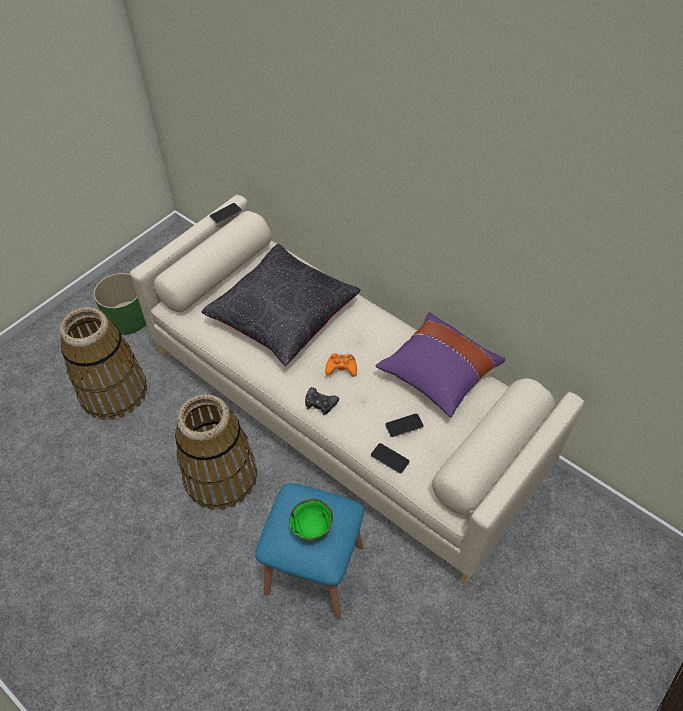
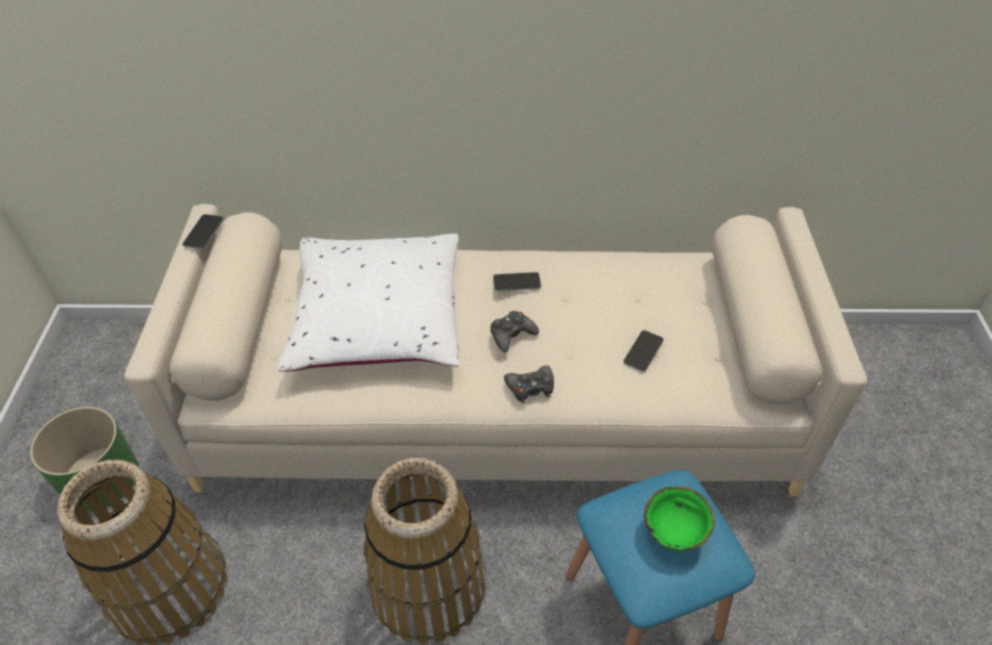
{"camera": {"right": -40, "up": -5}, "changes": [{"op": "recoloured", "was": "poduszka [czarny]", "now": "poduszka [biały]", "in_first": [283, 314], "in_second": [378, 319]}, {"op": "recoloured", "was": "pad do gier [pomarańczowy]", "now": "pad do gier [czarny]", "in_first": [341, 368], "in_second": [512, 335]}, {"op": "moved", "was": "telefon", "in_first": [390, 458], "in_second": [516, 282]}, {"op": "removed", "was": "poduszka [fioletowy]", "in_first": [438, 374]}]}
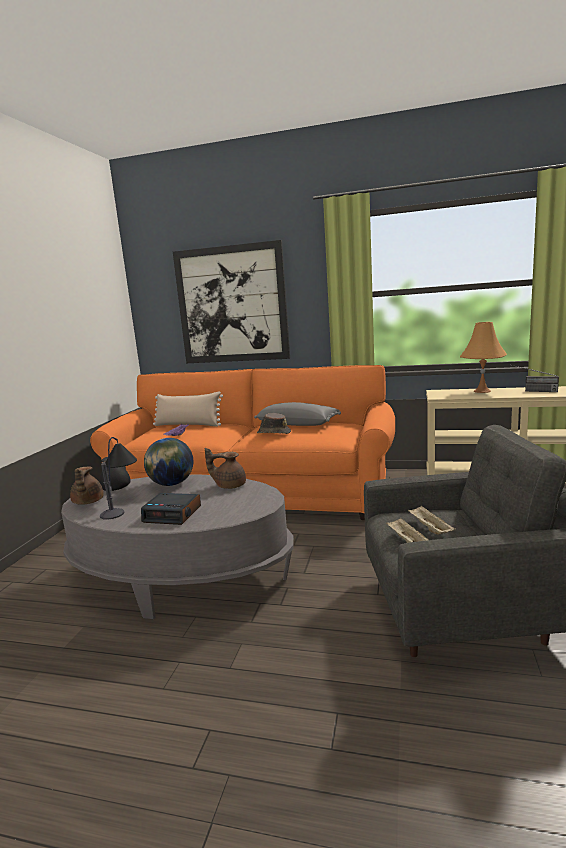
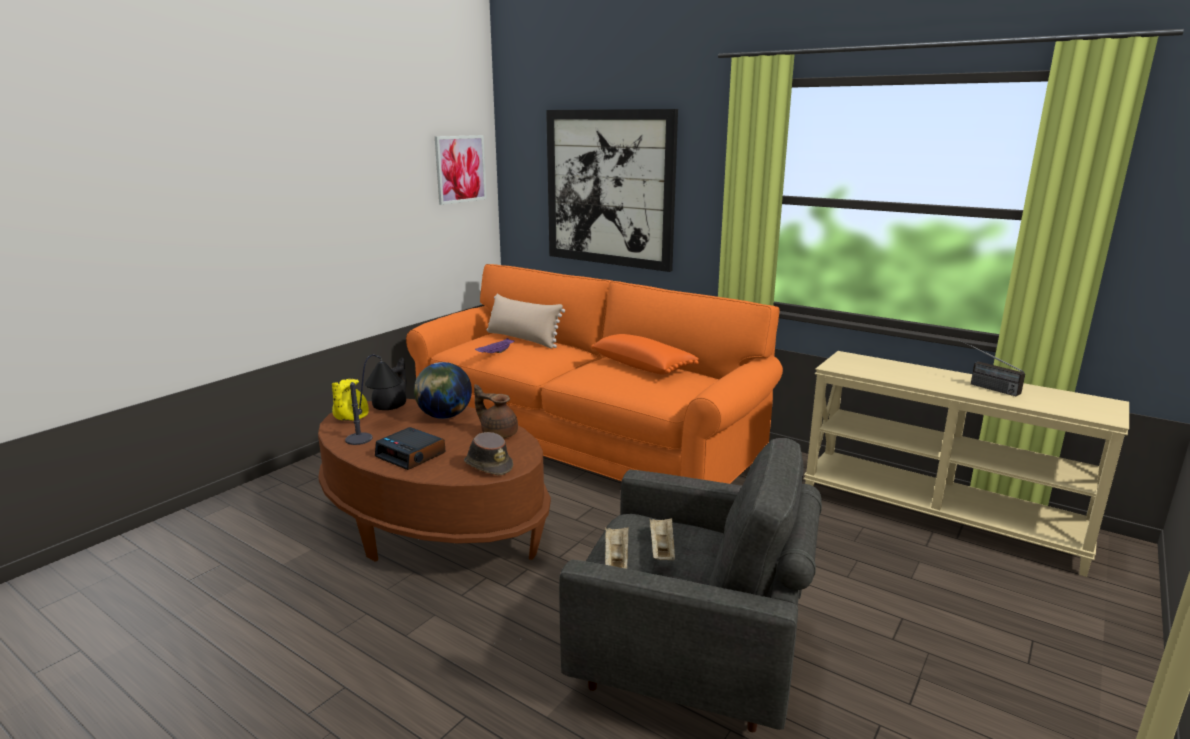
{"camera": {"right": 20, "up": 5}, "changes": [{"op": "recoloured", "was": "ława [szary]", "now": "ława [brązowy]", "in_first": [181, 576], "in_second": [433, 523]}, {"op": "recoloured", "was": "imbryk [brązowy]", "now": "imbryk [żółty]", "in_first": [87, 502], "in_second": [350, 418]}, {"op": "recoloured", "was": "poduszka [szary]", "now": "poduszka [pomarańczowy]", "in_first": [298, 424], "in_second": [643, 366]}, {"op": "moved", "was": "kapelusz [brązowy]", "in_first": [273, 433], "in_second": [488, 465]}, {"op": "removed", "was": "lampa stołowa [pomarańczowy]", "in_first": [482, 391]}, {"op": "added", "now": "obraz", "in_second": [460, 169]}]}
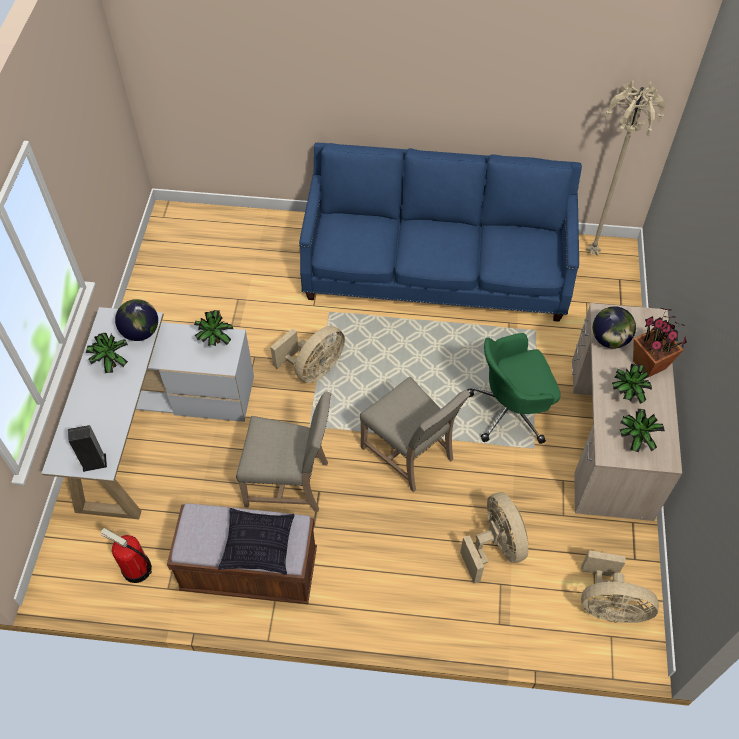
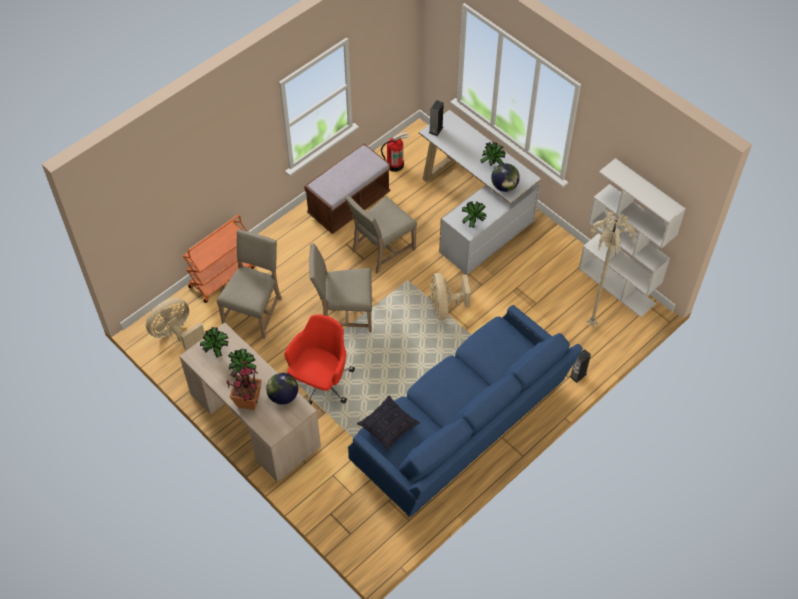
{"camera": {"right": 130, "up": 0}, "changes": [{"op": "moved", "was": "poduszka", "in_first": [258, 546], "in_second": [388, 427]}, {"op": "replaced", "was": "wentylator [beżowy]", "now": "krzesło [beżowy]", "in_first": [495, 547], "in_second": [254, 310]}, {"op": "recoloured", "was": "krzesło biurowe [zielony]", "now": "krzesło biurowe [czerwony]", "in_first": [511, 410], "in_second": [320, 383]}, {"op": "moved", "was": "lampa stojąca [beżowy]", "in_first": [593, 253], "in_second": [590, 324]}, {"op": "added", "now": "wózek [pomarańczowy]", "in_second": [222, 276]}, {"op": "added", "now": "głośnik", "in_second": [578, 375]}, {"op": "added", "now": "regał [biały]", "in_second": [617, 286]}]}
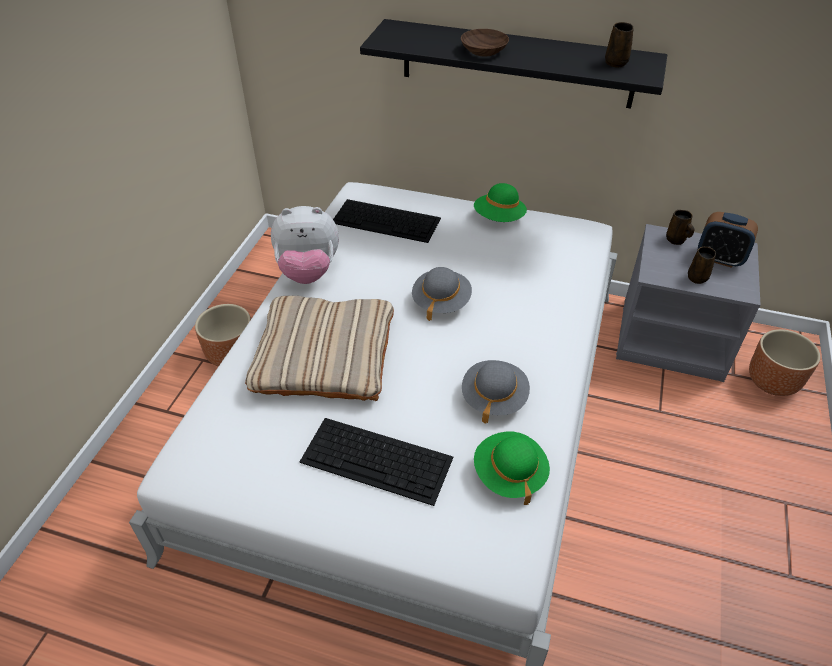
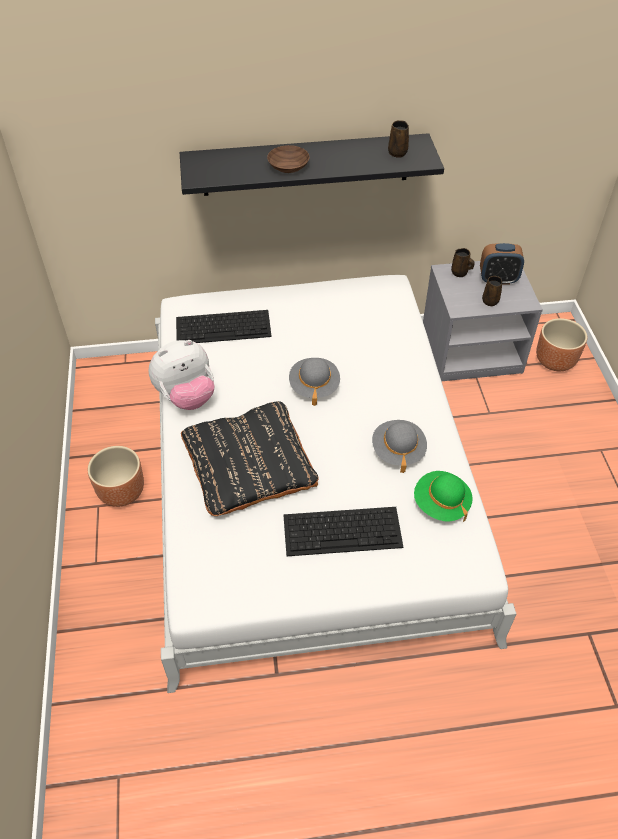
{"camera": {"right": -25, "up": 5}, "changes": [{"op": "recoloured", "was": "poduszka [beżowy]", "now": "poduszka [czarny]", "in_first": [324, 355], "in_second": [249, 464]}, {"op": "removed", "was": "kapelusz [zielony]", "in_first": [499, 218]}]}
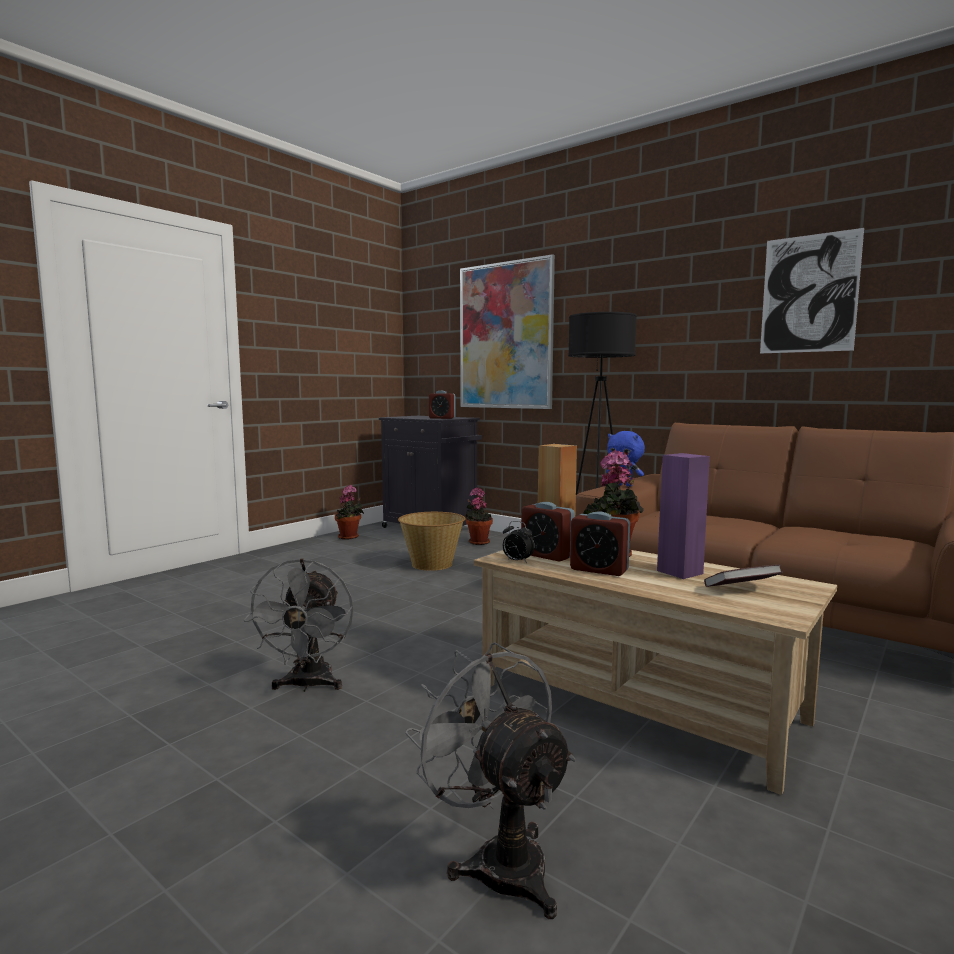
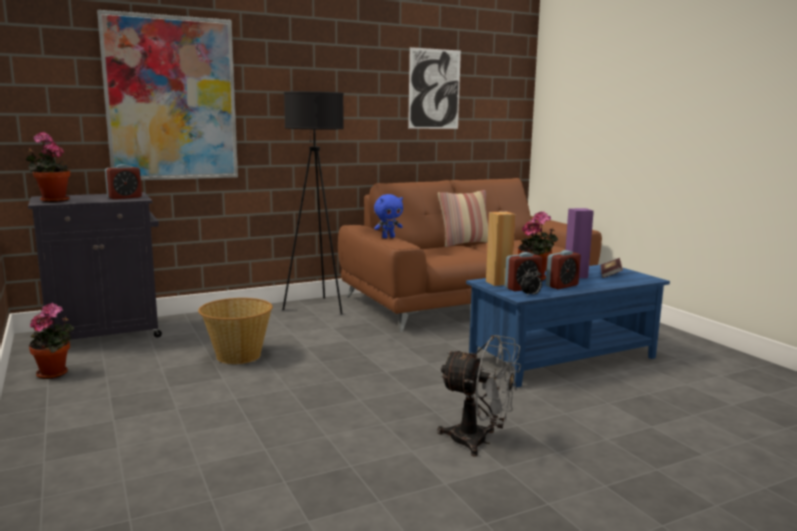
{"camera": {"right": -65, "up": 5}, "changes": [{"op": "removed", "was": "wentylator [szary]", "in_first": [499, 859]}, {"op": "moved", "was": "roślina doniczkowa", "in_first": [478, 542], "in_second": [52, 200]}, {"op": "recoloured", "was": "ława [beżowy]", "now": "ława [niebieski]", "in_first": [639, 702], "in_second": [562, 358]}, {"op": "added", "now": "poduszka", "in_second": [465, 243]}]}
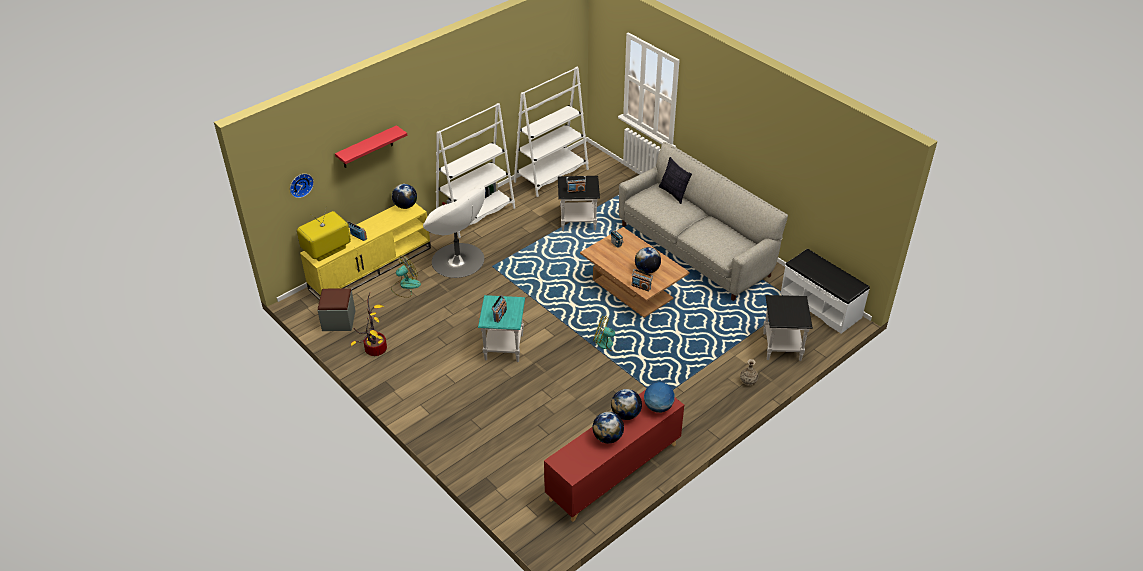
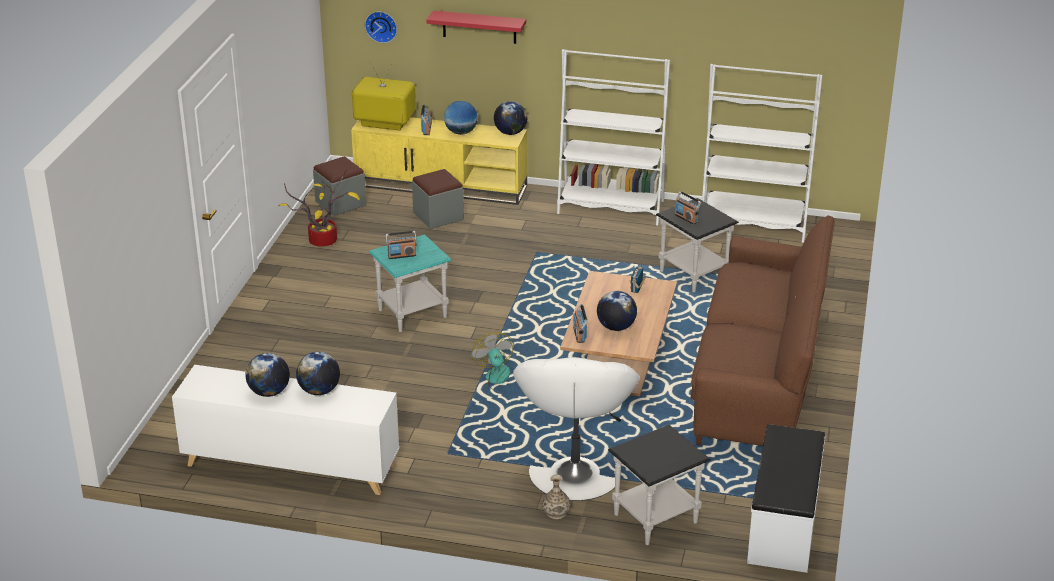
{"camera": {"right": 55, "up": -10}, "changes": [{"op": "replaced", "was": "wentylator", "now": "pufa [szary]", "in_first": [405, 286], "in_second": [438, 216]}, {"op": "moved", "was": "fotel [biały]", "in_first": [458, 260], "in_second": [574, 473]}, {"op": "recoloured", "was": "szafka [czerwony]", "now": "szafka [biały]", "in_first": [613, 472], "in_second": [290, 465]}, {"op": "recoloured", "was": "kanapa [szary]", "now": "kanapa [brązowy]", "in_first": [695, 250], "in_second": [758, 378]}, {"op": "moved", "was": "globus", "in_first": [658, 407], "in_second": [461, 132]}, {"op": "removed", "was": "poduszka", "in_first": [673, 193]}]}
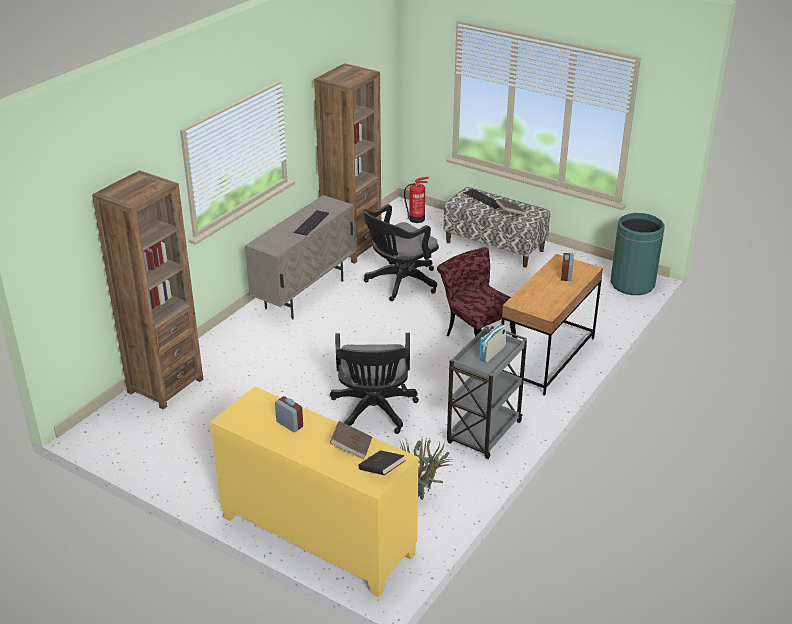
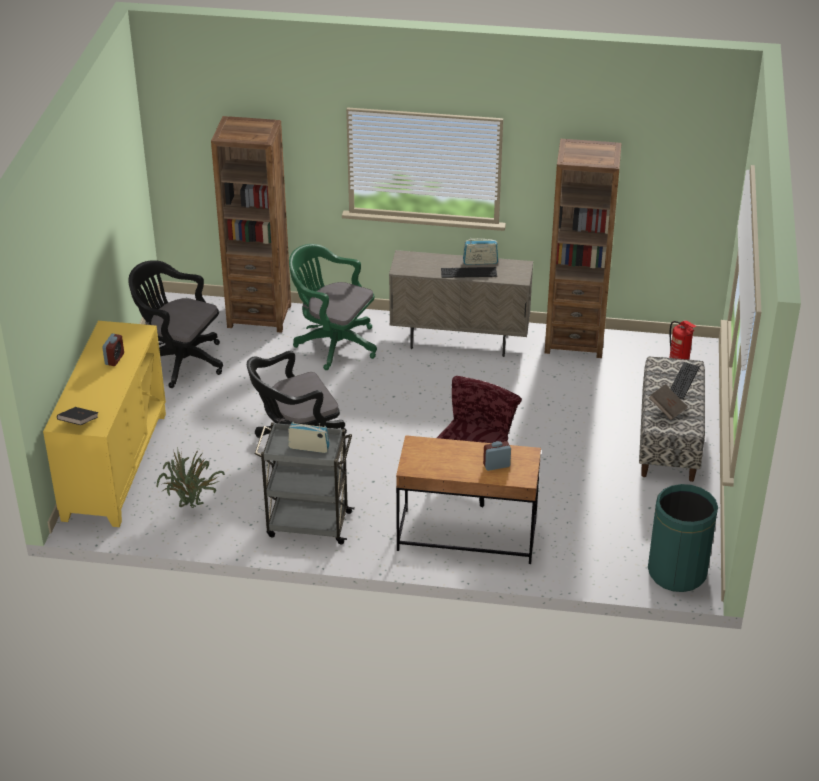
{"camera": {"right": 65, "up": 5}, "changes": [{"op": "removed", "was": "książka [brązowy]", "in_first": [351, 447]}, {"op": "moved", "was": "krzesło biurowe [czarny]", "in_first": [399, 283], "in_second": [179, 360]}, {"op": "added", "now": "krzesło biurowe [zielony]", "in_second": [333, 343]}, {"op": "added", "now": "radio", "in_second": [480, 262]}]}
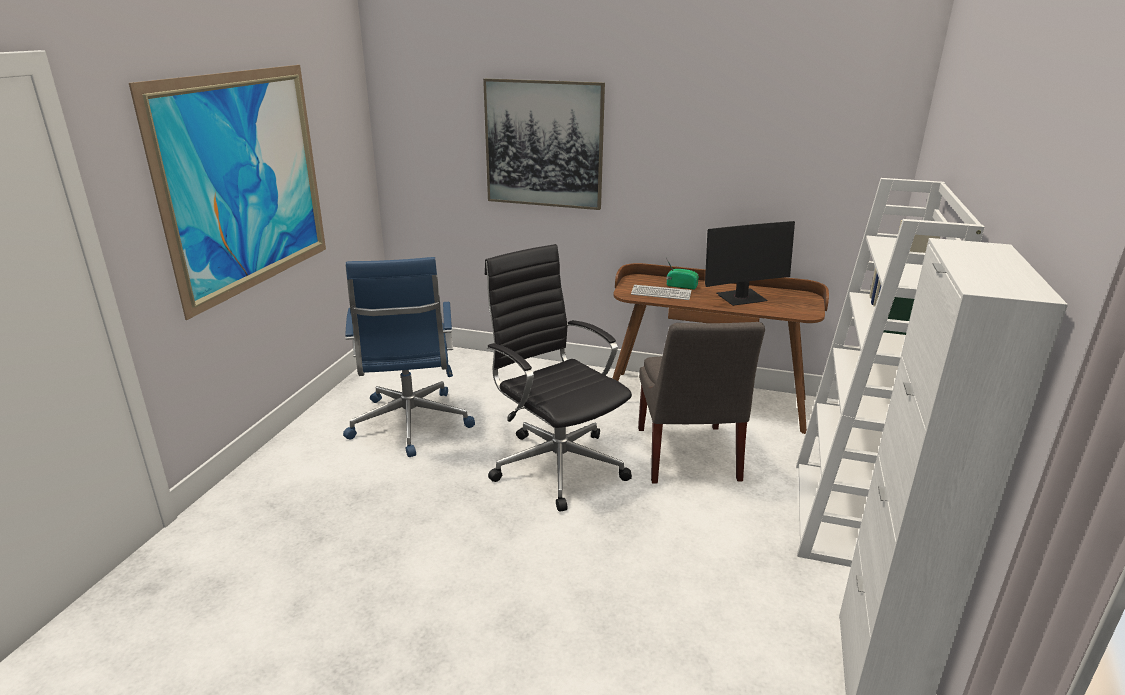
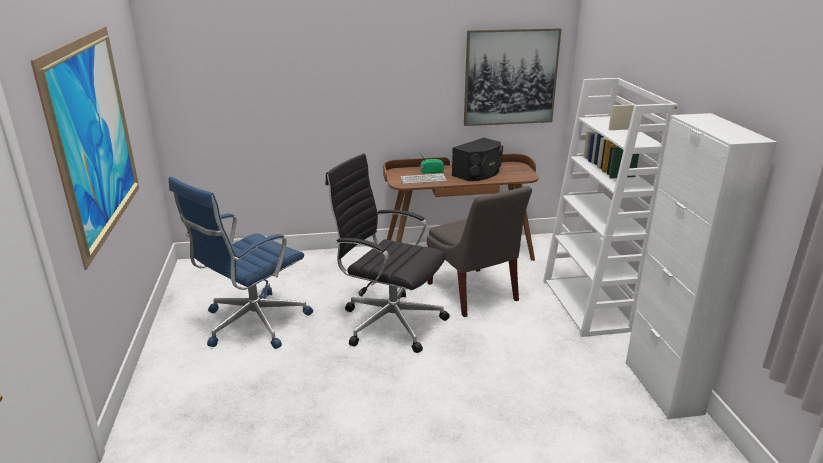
{"camera": {"right": -25, "up": 0}, "changes": [{"op": "turned", "was": "krzesło biurowe [niebieski]", "in_first": [410, 425], "in_second": [252, 323], "clockwise": 75}, {"op": "moved", "was": "obraz", "in_first": [544, 144], "in_second": [510, 77]}, {"op": "replaced", "was": "monitor", "now": "głośnik [czarny]", "in_first": [741, 298], "in_second": [478, 173]}]}
